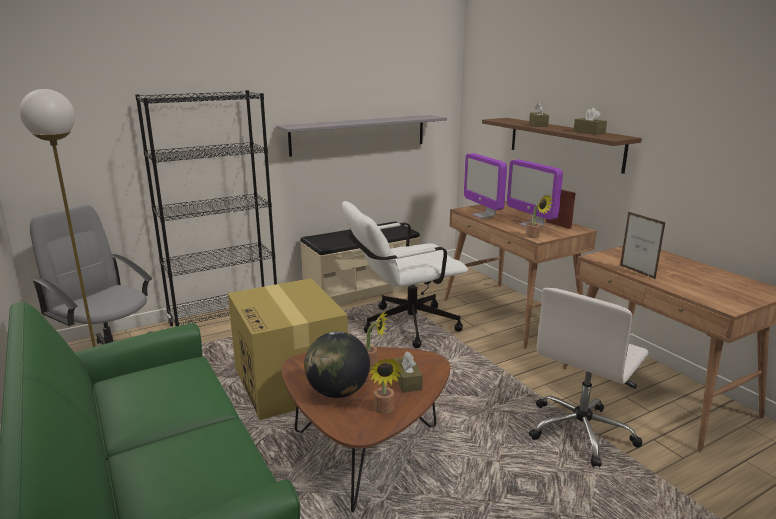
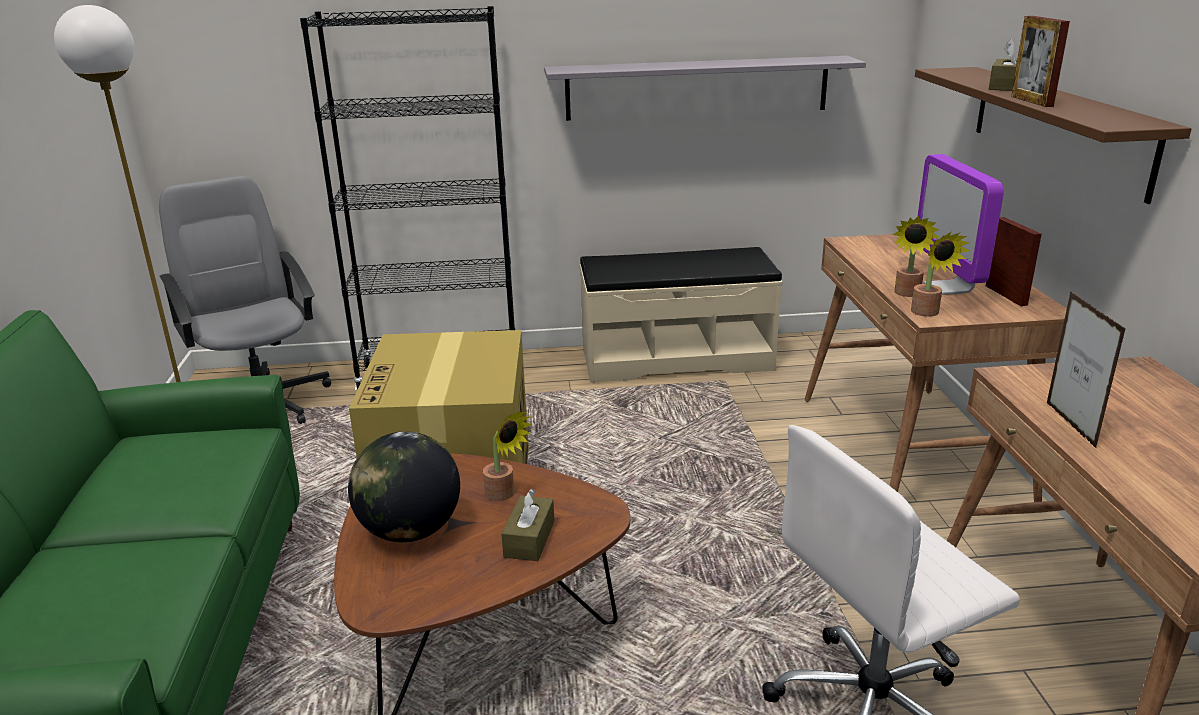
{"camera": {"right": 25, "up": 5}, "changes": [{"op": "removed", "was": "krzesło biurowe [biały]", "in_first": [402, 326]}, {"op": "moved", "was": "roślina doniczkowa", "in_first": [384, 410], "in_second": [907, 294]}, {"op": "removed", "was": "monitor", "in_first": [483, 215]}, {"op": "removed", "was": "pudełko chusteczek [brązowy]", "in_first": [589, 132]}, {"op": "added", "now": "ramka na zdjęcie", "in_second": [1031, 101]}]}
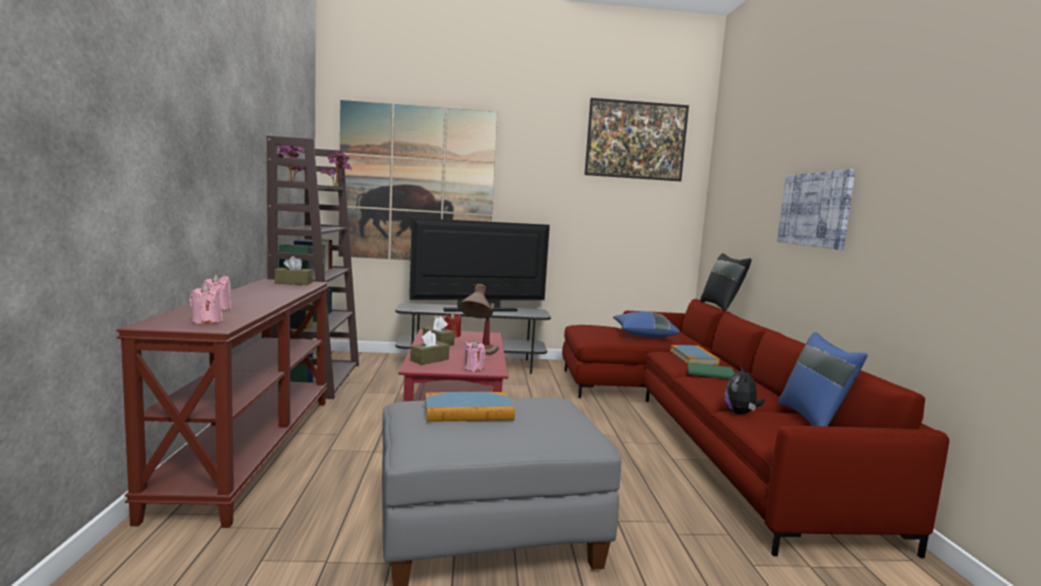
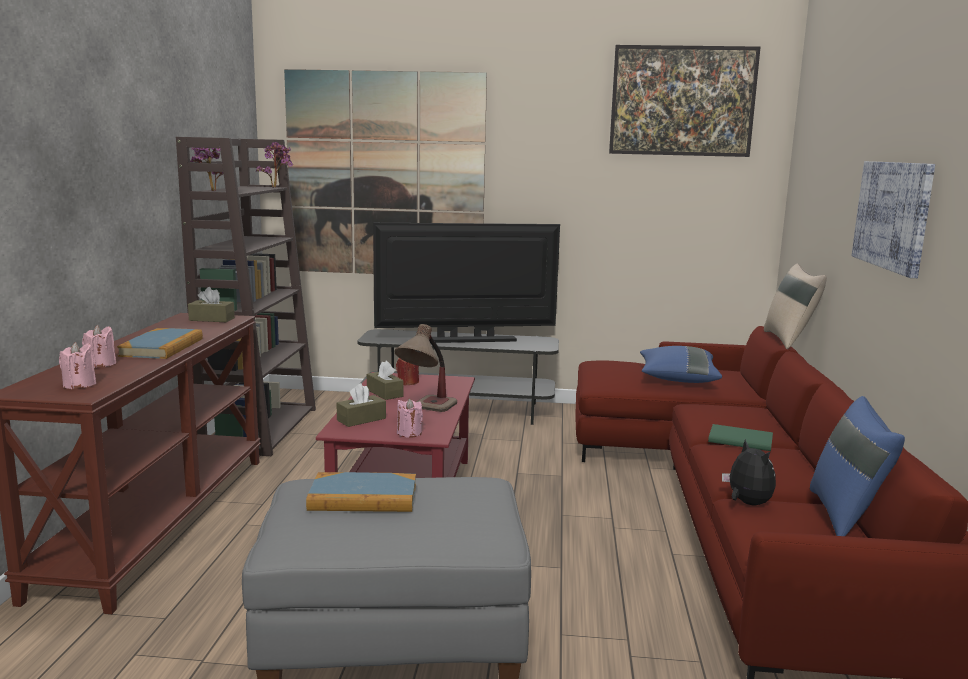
{"camera": {"right": 10, "up": 5}, "changes": [{"op": "moved", "was": "książka", "in_first": [693, 357], "in_second": [162, 347]}, {"op": "recoloured", "was": "poduszka [czarny]", "now": "poduszka [beżowy]", "in_first": [721, 306], "in_second": [789, 340]}, {"op": "turned", "was": "pluszak", "in_first": [741, 413], "in_second": [747, 503], "clockwise": 135}]}
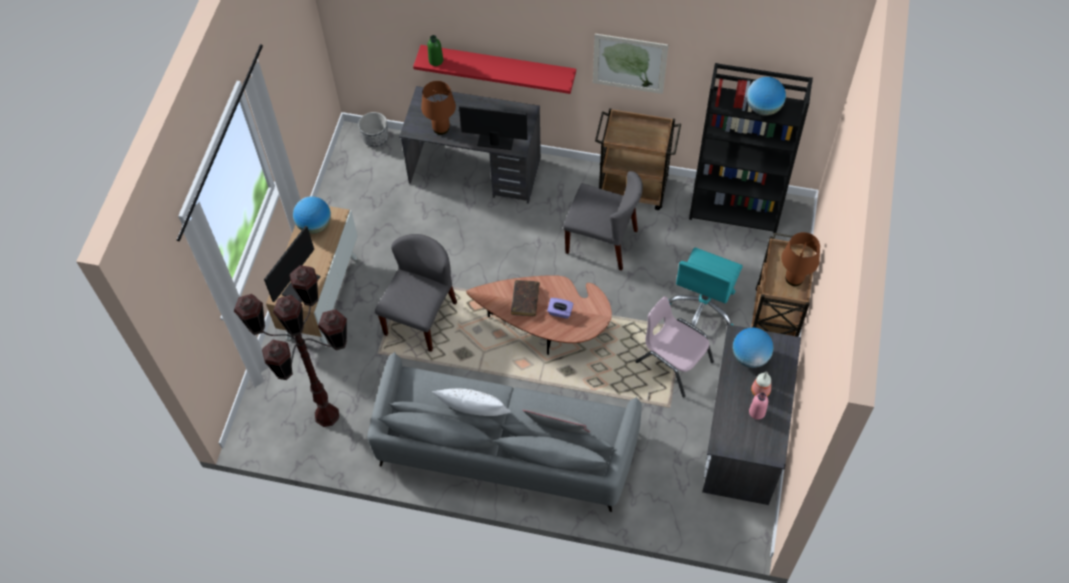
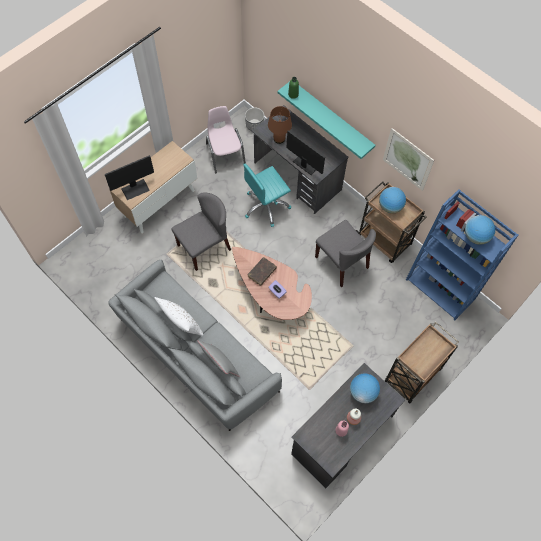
{"camera": {"right": 30, "up": 5}, "changes": [{"op": "removed", "was": "lampa stojąca [brązowy]", "in_first": [326, 415]}, {"op": "moved", "was": "globus", "in_first": [314, 225], "in_second": [390, 207]}, {"op": "recoloured", "was": "półka [czerwony]", "now": "półka [turkusowy]", "in_first": [498, 66], "in_second": [331, 117]}, {"op": "moved", "was": "krzesło [różowy]", "in_first": [673, 362], "in_second": [225, 154]}, {"op": "moved", "was": "krzesło biurowe [turkusowy]", "in_first": [703, 307], "in_second": [266, 206]}, {"op": "recoloured", "was": "regał [czarny]", "now": "regał [niebieski]", "in_first": [736, 207], "in_second": [441, 289]}, {"op": "removed", "was": "lampa stołowa [brązowy]", "in_first": [794, 278]}]}
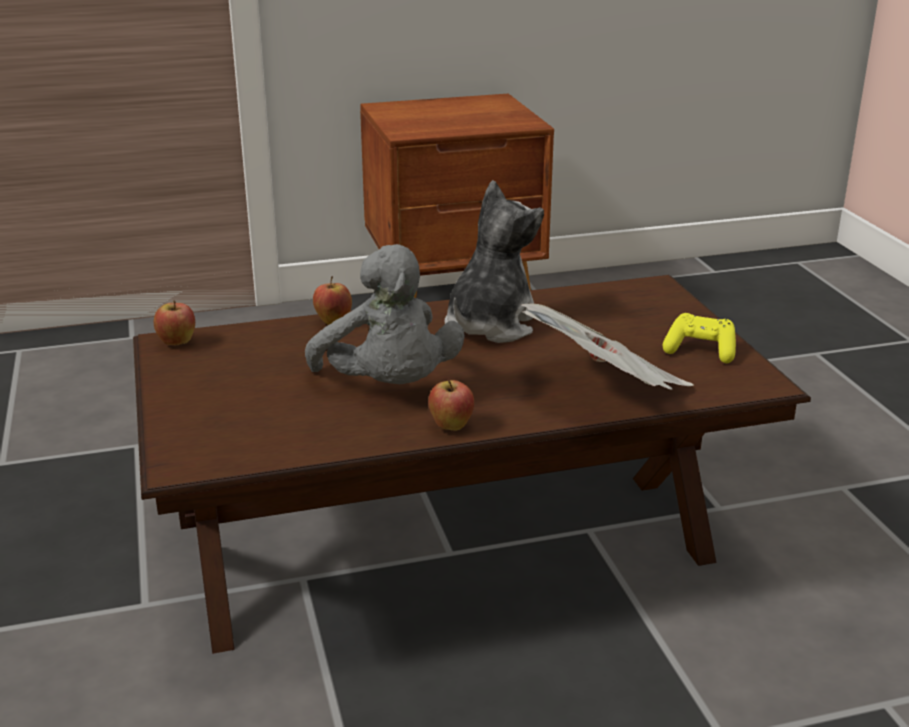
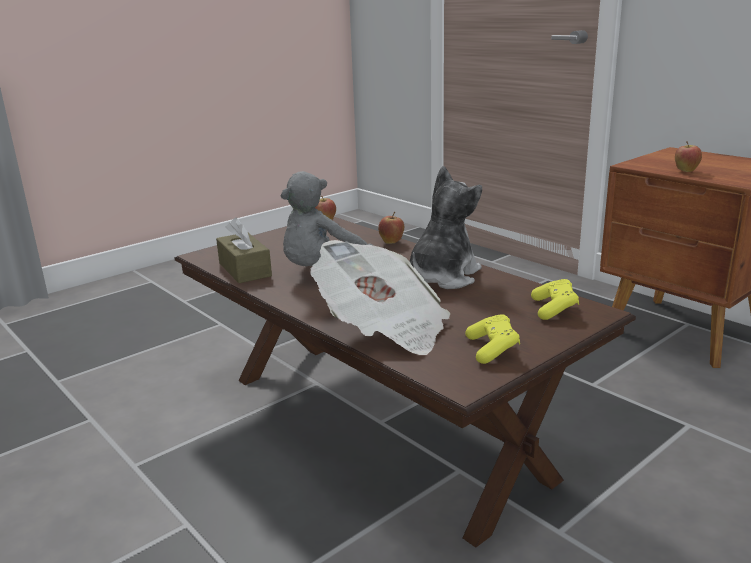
{"camera": {"right": 65, "up": -5}, "changes": [{"op": "moved", "was": "jabłko", "in_first": [451, 427], "in_second": [686, 171]}, {"op": "turned", "was": "pluszak", "in_first": [490, 324], "in_second": [442, 277], "clockwise": -60}, {"op": "added", "now": "pudełko chusteczek [brązowy]", "in_second": [245, 270]}, {"op": "added", "now": "pad do gier [żółty]", "in_second": [554, 309]}]}
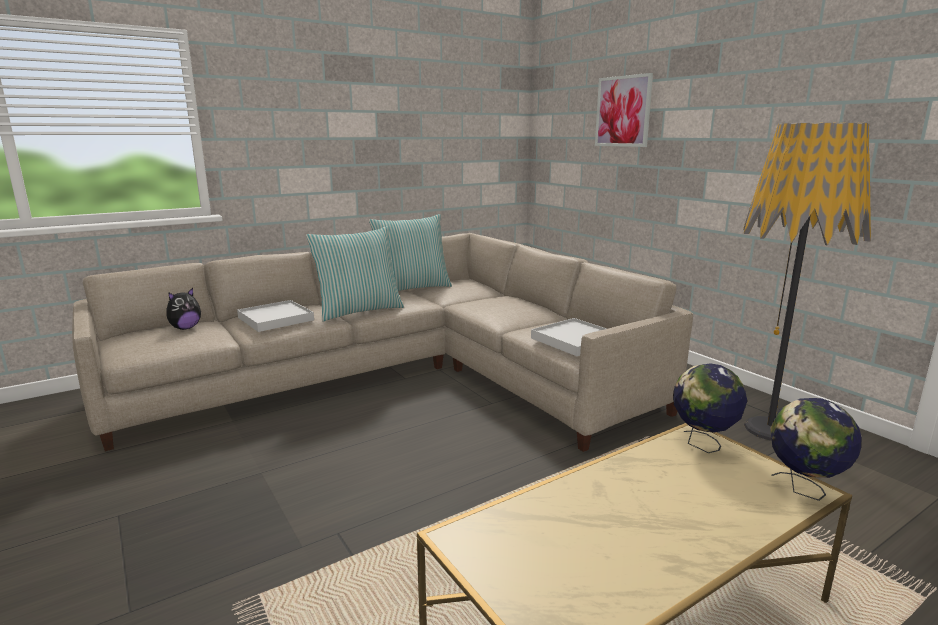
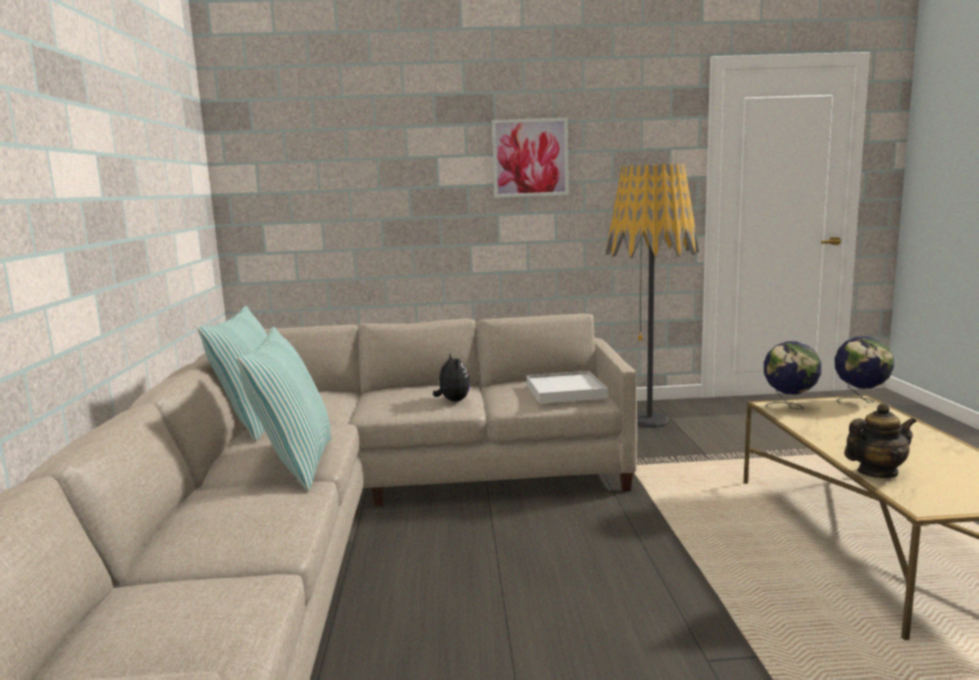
{"camera": {"right": -60, "up": -5}, "changes": [{"op": "moved", "was": "pluszak", "in_first": [185, 328], "in_second": [453, 401]}, {"op": "removed", "was": "taca [biały]", "in_first": [276, 319]}, {"op": "moved", "was": "obraz", "in_first": [623, 111], "in_second": [530, 158]}, {"op": "added", "now": "imbryk", "in_second": [876, 472]}]}
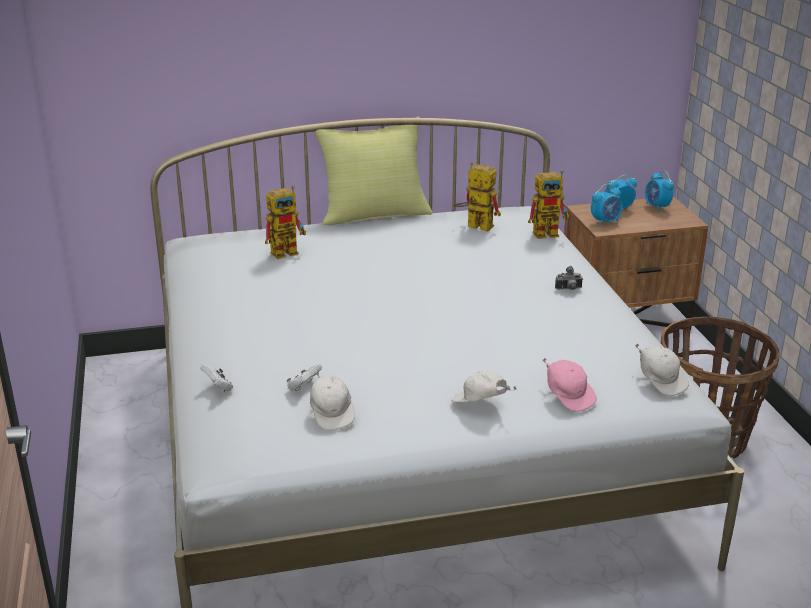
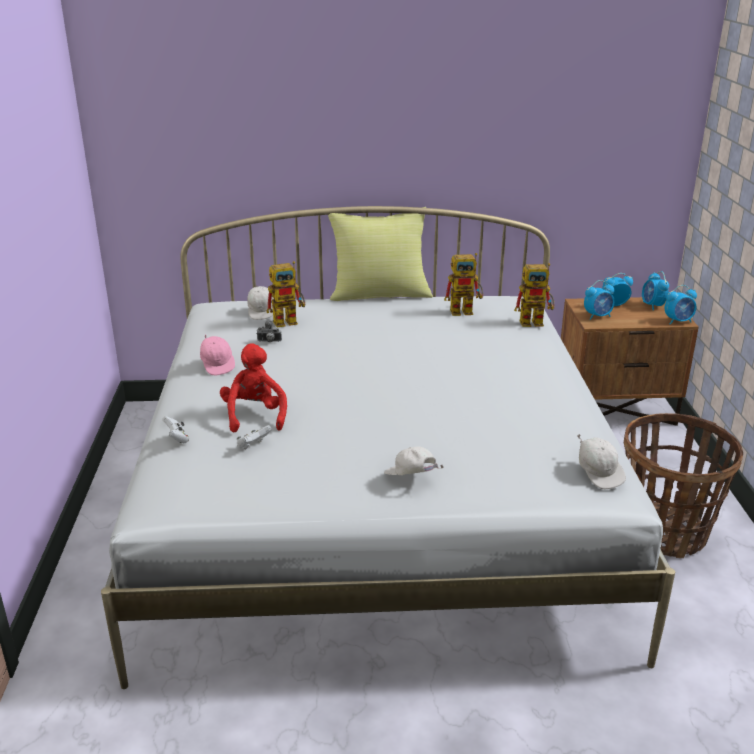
{"camera": {"right": 10, "up": 0}, "changes": [{"op": "moved", "was": "czapka z daszkiem [biały]", "in_first": [332, 414], "in_second": [262, 312]}, {"op": "turned", "was": "robot zabawkowy", "in_first": [474, 226], "in_second": [466, 311], "clockwise": 135}, {"op": "moved", "was": "czapka z daszkiem [różowy]", "in_first": [568, 396], "in_second": [218, 365]}, {"op": "moved", "was": "aparat fotograficzny", "in_first": [569, 289], "in_second": [269, 342]}, {"op": "added", "now": "pluszak [czerwony]", "in_second": [255, 416]}, {"op": "added", "now": "budzik", "in_second": [678, 321]}]}
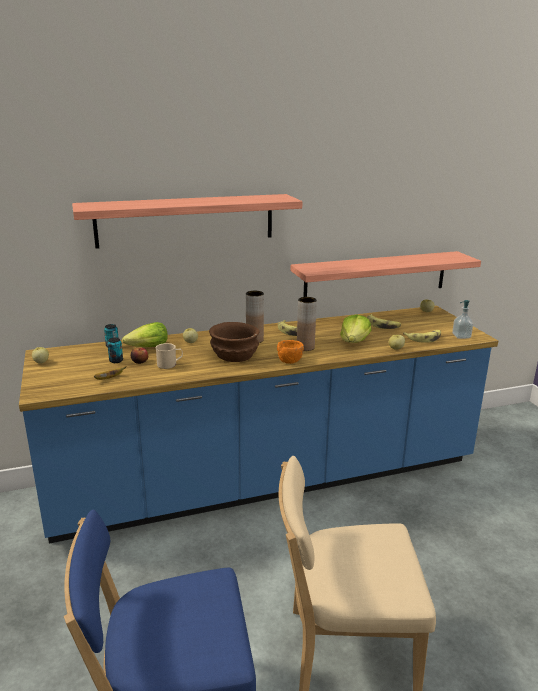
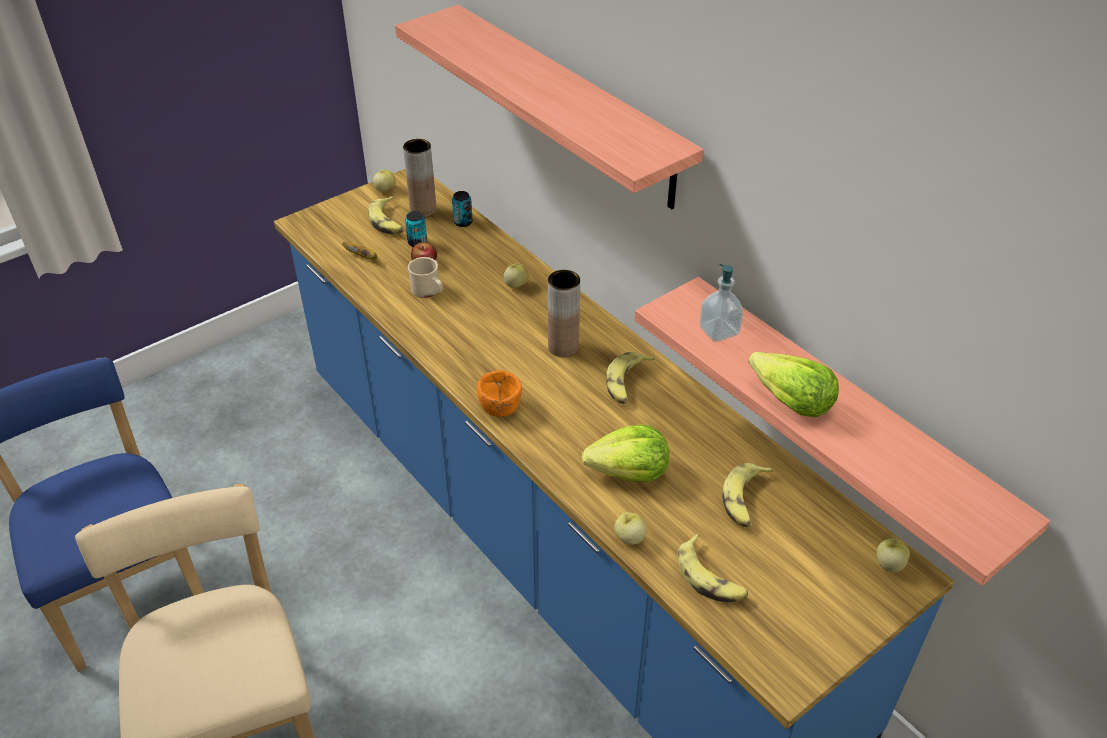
{"camera": {"right": 70, "up": 20}, "changes": [{"op": "moved", "was": "sałata", "in_first": [148, 348], "in_second": [790, 401]}, {"op": "removed", "was": "miska [brązowy]", "in_first": [234, 355]}, {"op": "moved", "was": "wazon [brązowy]", "in_first": [305, 347], "in_second": [423, 210]}, {"op": "moved", "was": "dozownik mydła", "in_first": [461, 336], "in_second": [719, 331]}, {"op": "added", "now": "banan", "in_second": [388, 222]}]}
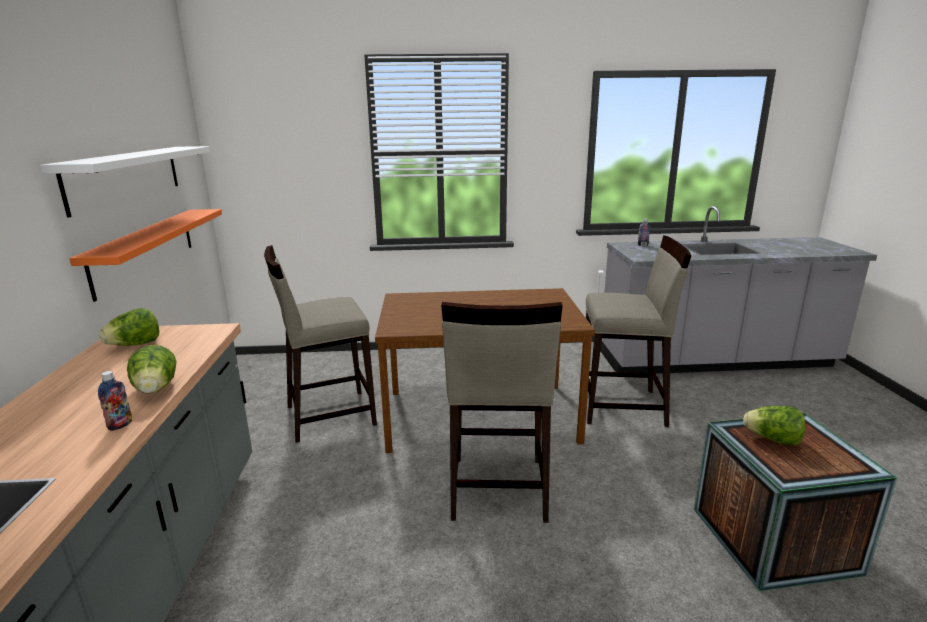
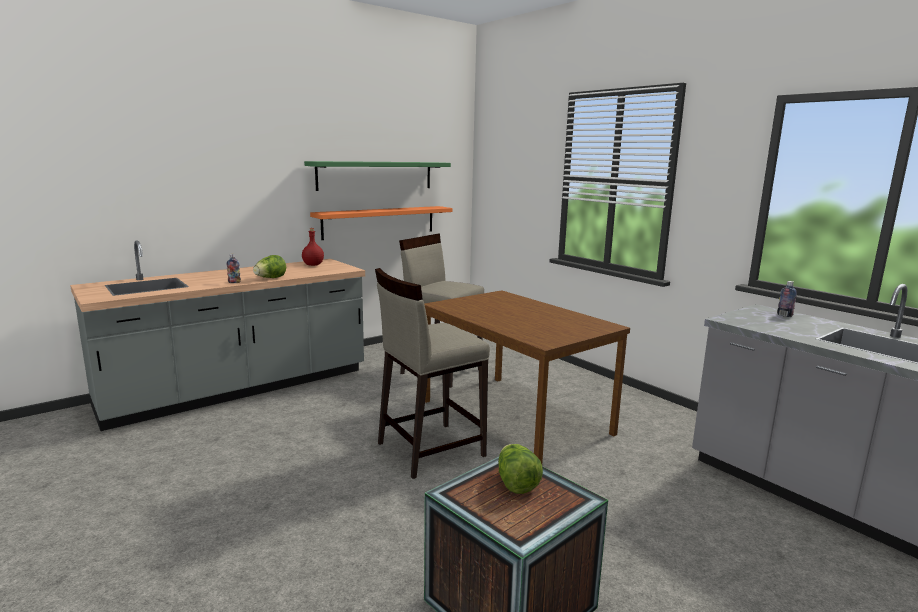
{"camera": {"right": 55, "up": -5}, "changes": [{"op": "recoloured", "was": "półka [biały]", "now": "półka [zielony]", "in_first": [126, 176], "in_second": [376, 175]}, {"op": "replaced", "was": "sałata", "now": "butelka [czerwony]", "in_first": [135, 345], "in_second": [313, 265]}, {"op": "removed", "was": "stołek [beżowy]", "in_first": [622, 407]}]}
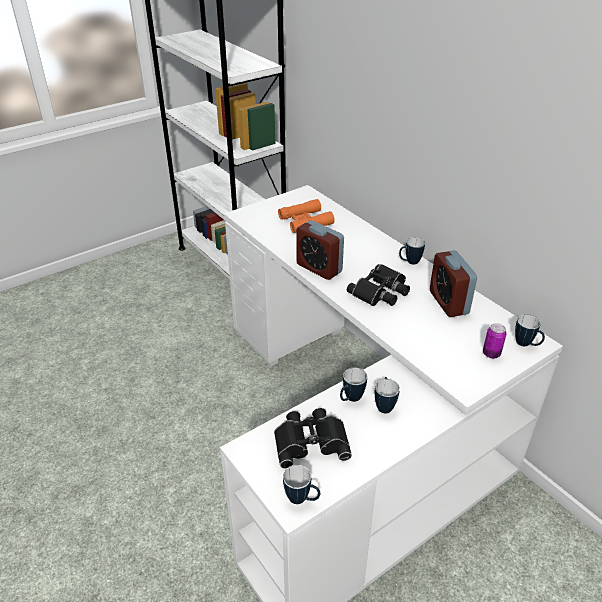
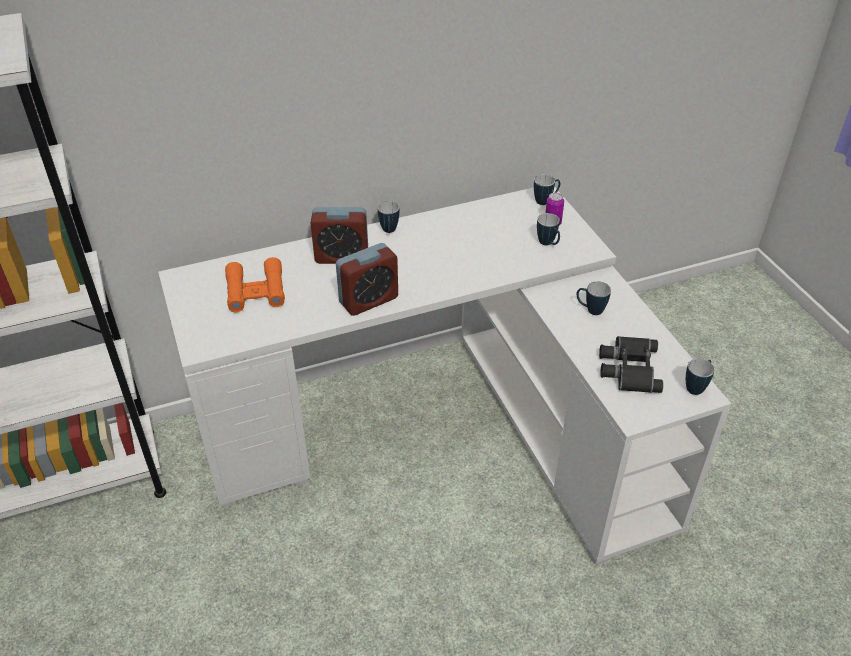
{"camera": {"right": -75, "up": 5}, "changes": [{"op": "moved", "was": "kubek", "in_first": [350, 399], "in_second": [548, 244]}, {"op": "removed", "was": "lornetka [czarny]", "in_first": [381, 291]}, {"op": "moved", "was": "budzik", "in_first": [448, 302], "in_second": [341, 256]}]}
